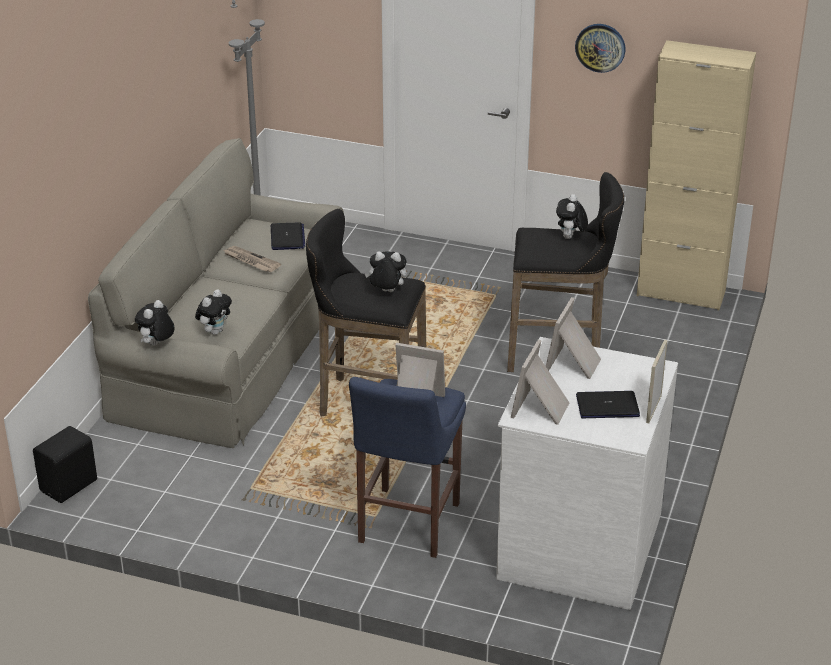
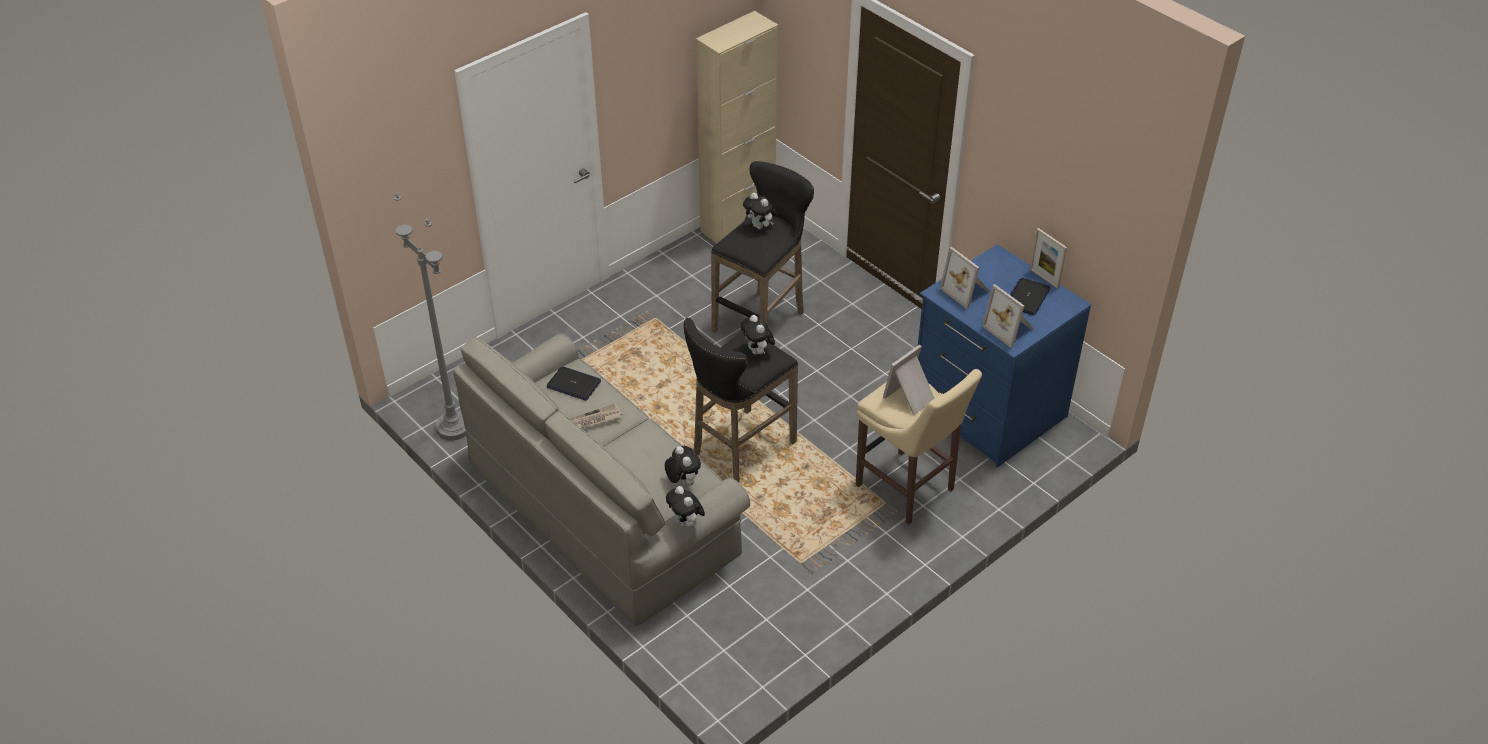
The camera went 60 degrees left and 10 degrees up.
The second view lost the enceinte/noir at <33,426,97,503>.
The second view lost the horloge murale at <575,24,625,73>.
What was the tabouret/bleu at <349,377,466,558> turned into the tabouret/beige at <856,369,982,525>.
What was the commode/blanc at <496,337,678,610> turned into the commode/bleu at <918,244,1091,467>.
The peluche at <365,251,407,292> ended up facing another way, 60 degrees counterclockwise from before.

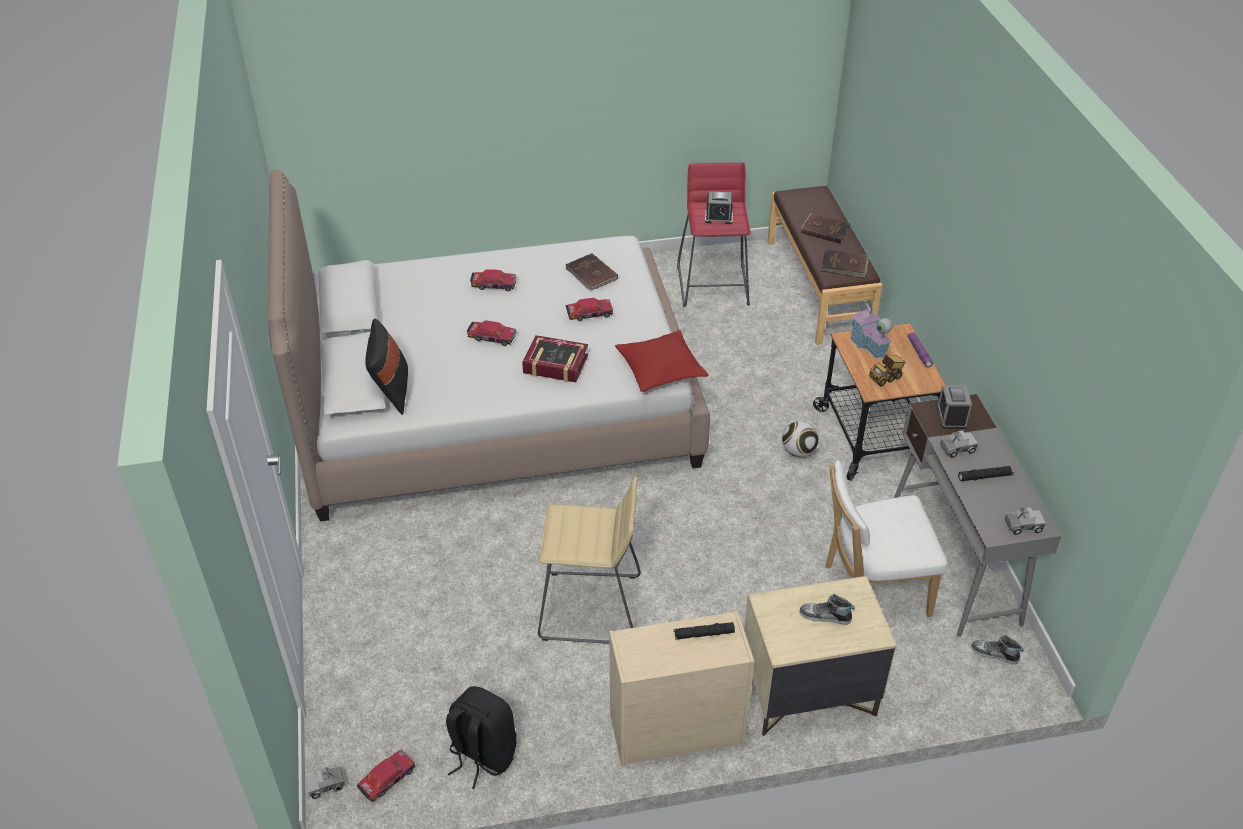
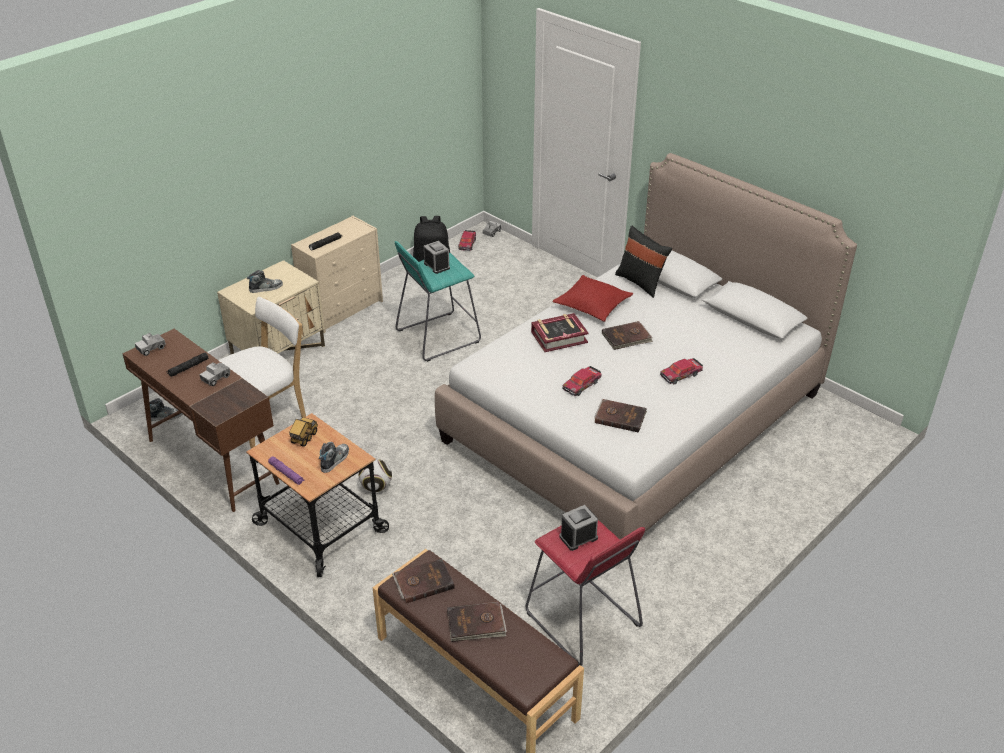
The camera went 145 degrees right and 5 degrees down.
The coussin/rouge ended up elsewhere, having gone from <615,330,709,392> to <552,275,633,322>.
The réveil ended up elsewhere, having gone from <937,385,972,429> to <424,241,450,274>.
Where the petite voiture stood at <467,321,516,346>, the livre/marron came to stand at <602,321,653,350>.
Where the maison miniature stood at <850,303,893,359>, the chaussure came to stand at <319,442,349,473>.
What was the tabouret/beige at <538,476,641,644> turned into the tabouret/turquoise at <395,241,481,362>.
What was the bureau/gris at <894,394,1062,637> turned into the bureau/marron at <123,329,279,512>.

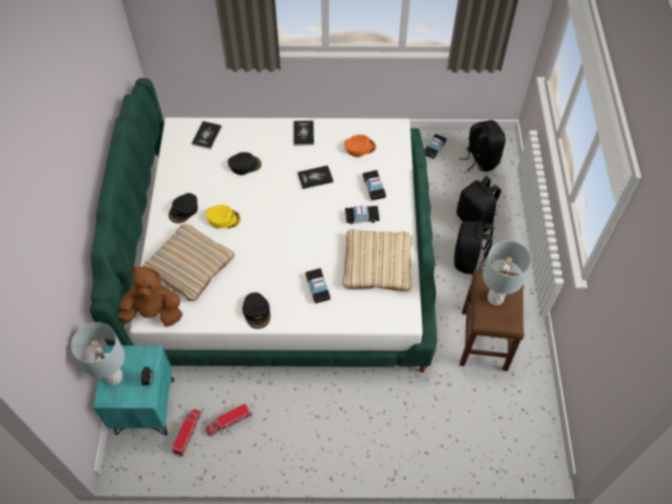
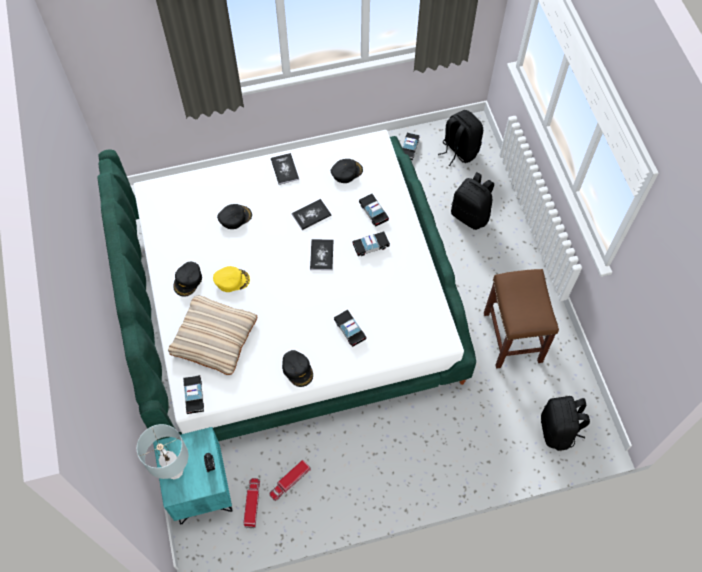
The camera went 15 degrees left and 5 degrees up.
The second view lost the coussin/beige at <343,229,412,291>.
The second view lost the lampe de table/gris at <483,240,531,305>.
The livre ended up elsewhere, having gone from <192,121,222,149> to <310,239,334,271>.
The sac à dos/noir ended up elsewhere, having gone from <454,221,493,274> to <541,396,590,451>.
Where the peluche/marron stood at <118,267,183,327>, the petite voiture came to stand at <183,375,204,414>.
What was the casquette/orange at <344,135,376,157> turned into the casquette/noir at <331,159,363,183>.

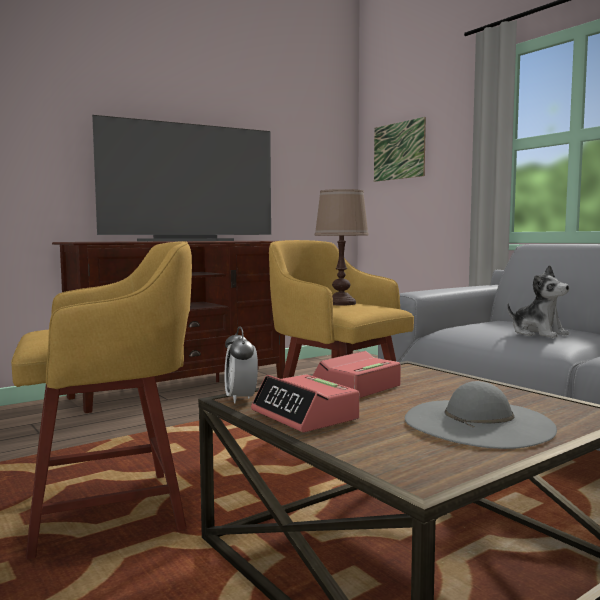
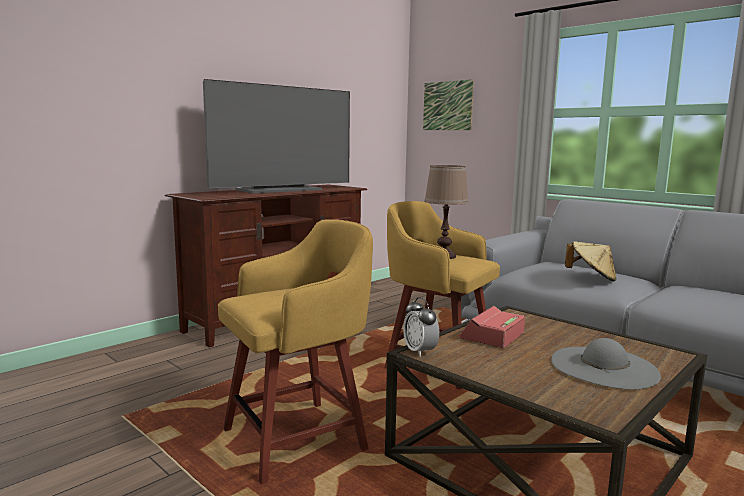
The camera went 10 degrees left and 5 degrees up.
The second view lost the réveil at <251,374,359,432>.
Where the peluche stood at <507,265,569,338>, the chapeau/beige came to stand at <565,241,616,281>.

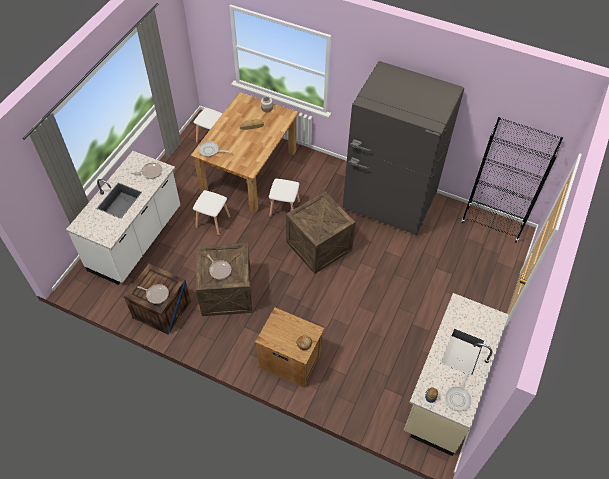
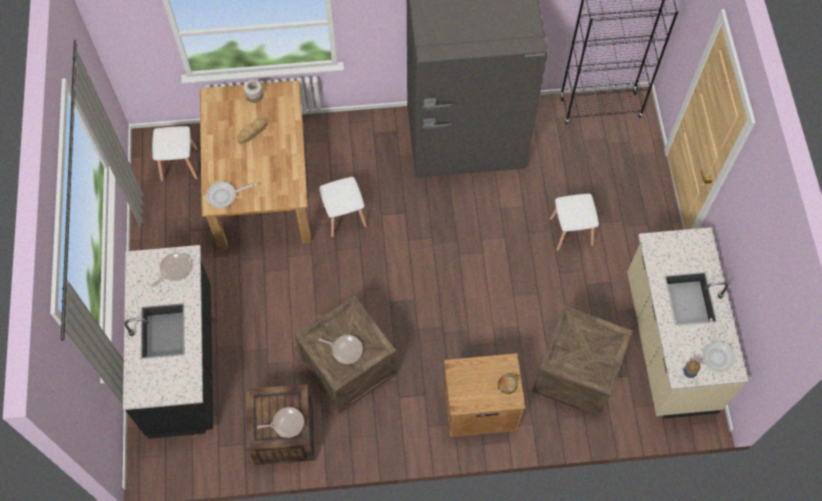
The camera went 30 degrees left and 10 degrees up.
The tabouret/blanc ended up elsewhere, having gone from <193,190,230,236> to <550,194,599,251>.
The caisse ended up elsewhere, having gone from <286,192,356,274> to <532,305,633,417>.
What was the comptoir de cuisine/blanc at <66,151,180,285> turned into the comptoir de cuisine/noir at <123,245,213,439>.

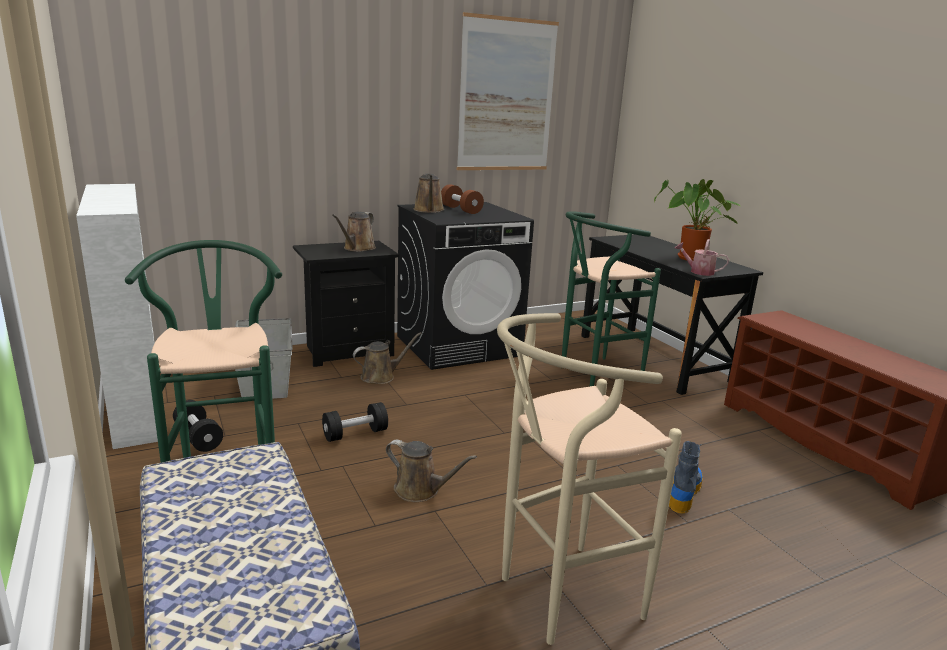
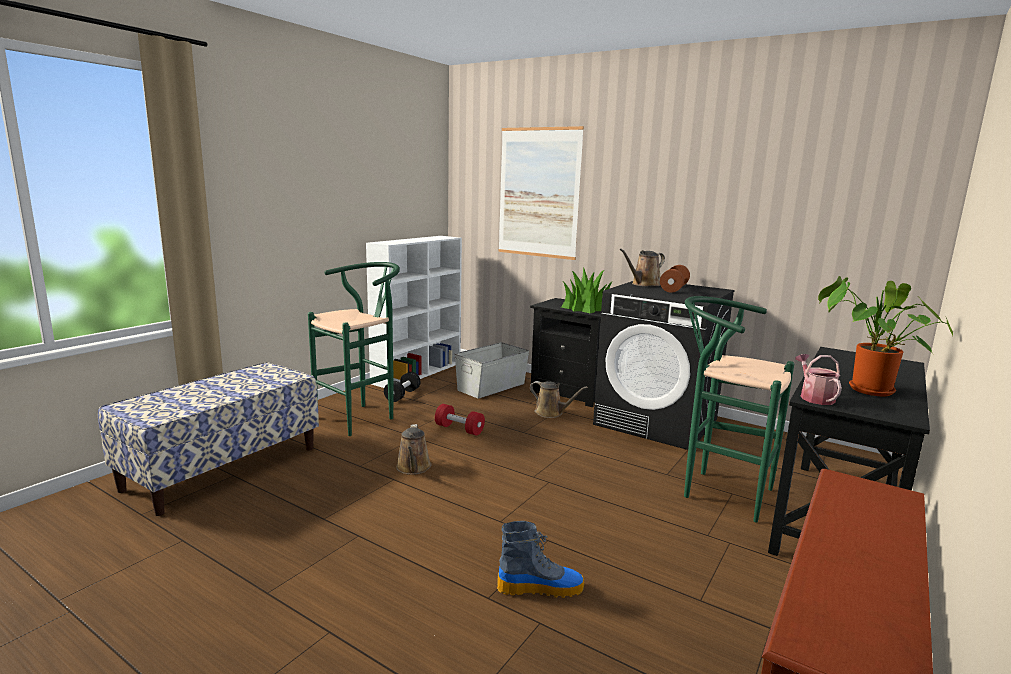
The camera went 60 degrees right and 5 degrees down.
The second view lost the tabouret/beige at <497,313,682,645>.
The tableau ended up elsewhere, having gone from <457,12,559,170> to <498,126,584,260>.
Where the arrosoir/marron stood at <332,212,376,252>, the plante en pot came to stand at <561,267,612,313>.
What was the haltère/noir at <322,402,388,442> turned into the haltère/rouge at <435,404,485,435>.

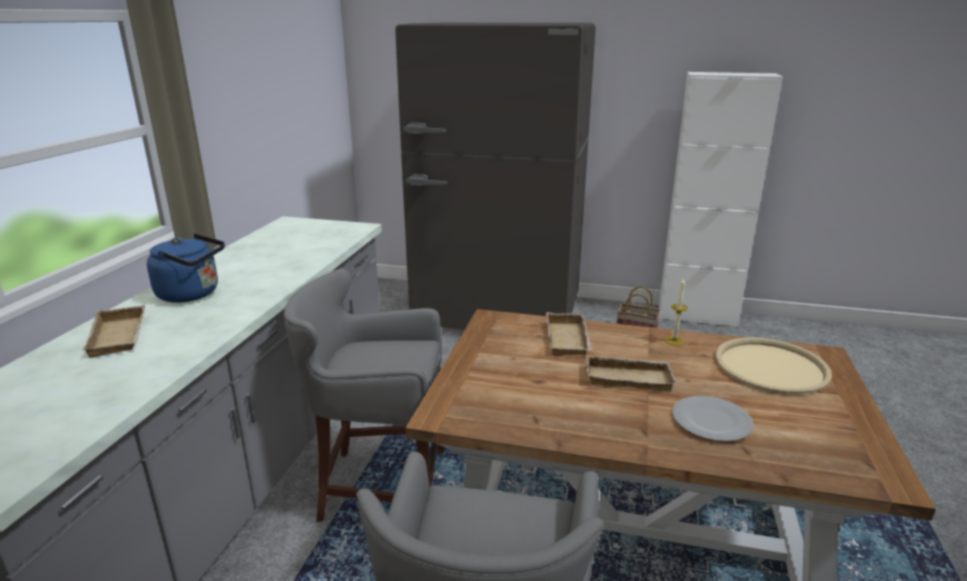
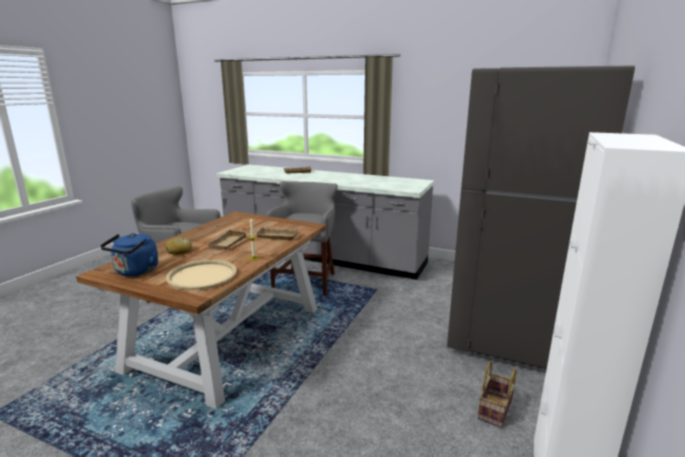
The camera went 100 degrees right and 5 degrees down.
The bouilloire/bleu ended up elsewhere, having gone from <147,234,225,303> to <100,233,158,277>.
Where the assiette stood at <672,396,754,441>, the pain came to stand at <166,237,192,255>.

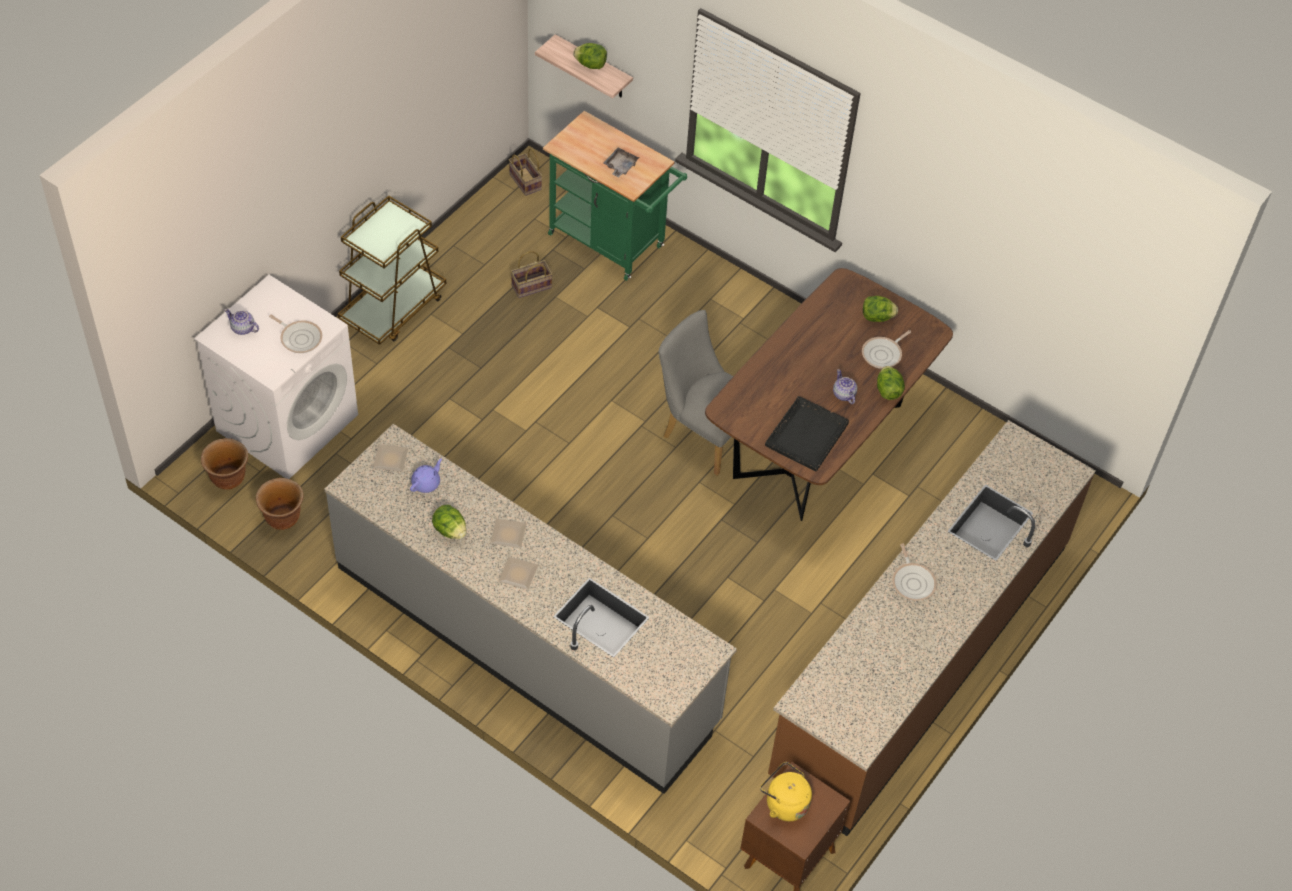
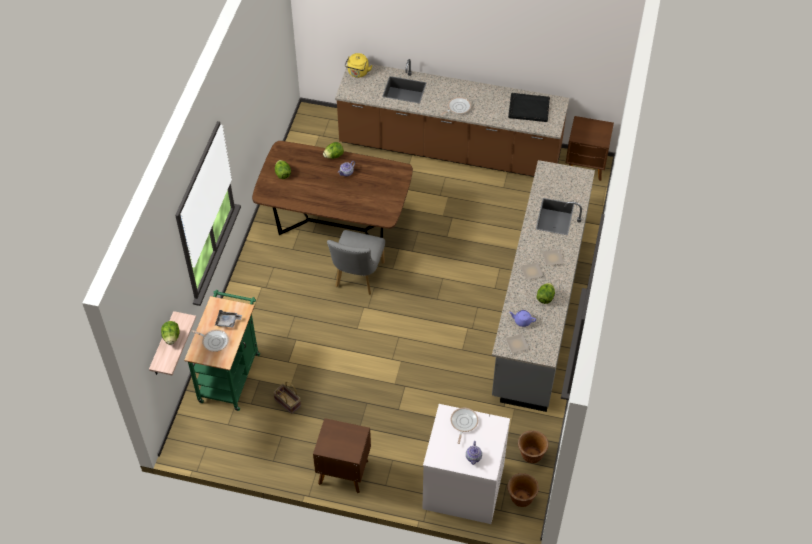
The camera went 110 degrees left and 0 degrees up.
The second view lost the panier at <509,148,542,196>.
The bouilloire/jaune ended up elsewhere, having gone from <760,762,812,821> to <345,53,373,78>.
The plateau/noir ended up elsewhere, having gone from <765,396,849,471> to <508,93,550,122>.
The poêle ended up elsewhere, having gone from <862,330,911,369> to <192,330,229,352>.
Where the chariot/marron stood at <338,196,446,345>, the table de chevet/marron came to stand at <313,418,371,493>.

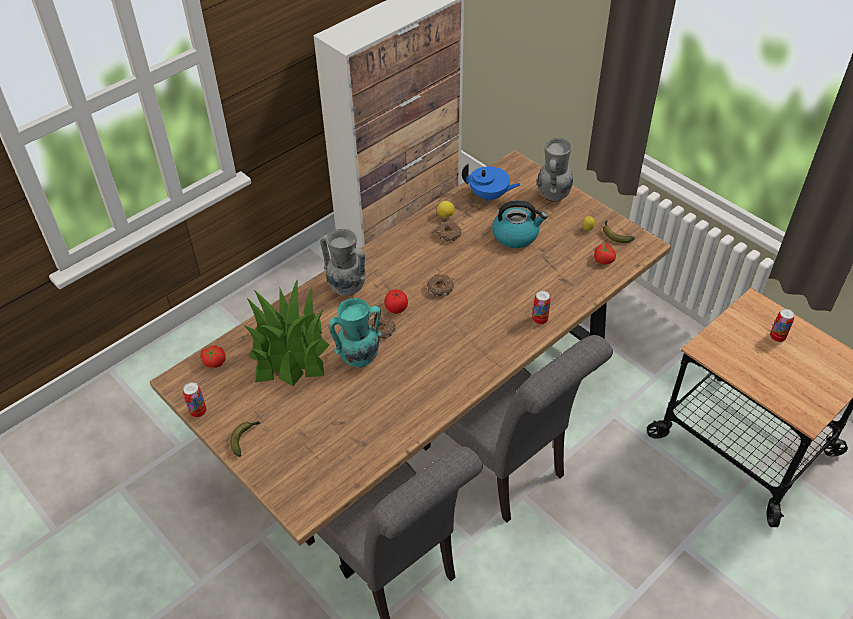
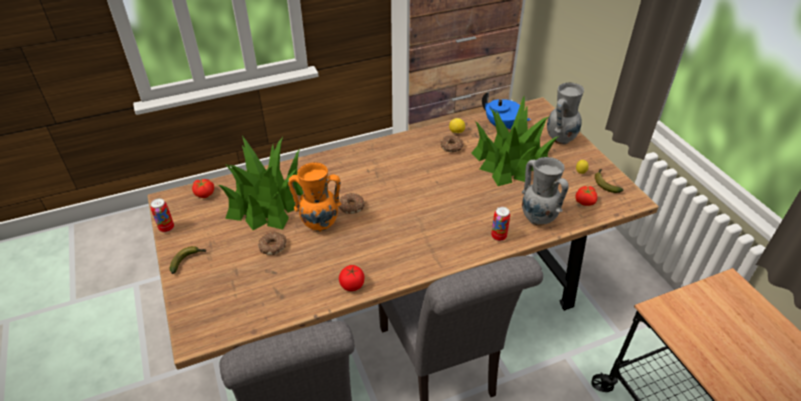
The camera went 20 degrees right and 5 degrees down.
The second view lost the boîte métallique at <770,309,794,342>.
The vase/gris ended up elsewhere, having gone from <320,229,367,297> to <522,157,569,226>.
The tomate ended up elsewhere, having gone from <384,289,408,314> to <339,265,364,291>.
The beignet ended up elsewhere, having gone from <427,274,454,297> to <258,232,287,255>.
Where the bouilloire stood at <492,200,548,248>, the plante en pot came to stand at <471,96,559,186>.
What was the vase/turquoise at <329,298,381,368> turned into the vase/orange at <288,163,341,232>.

